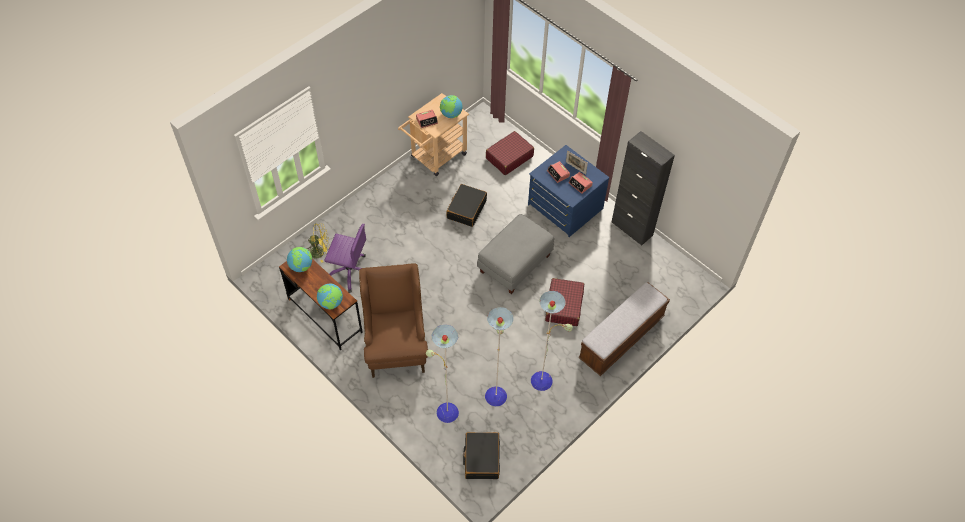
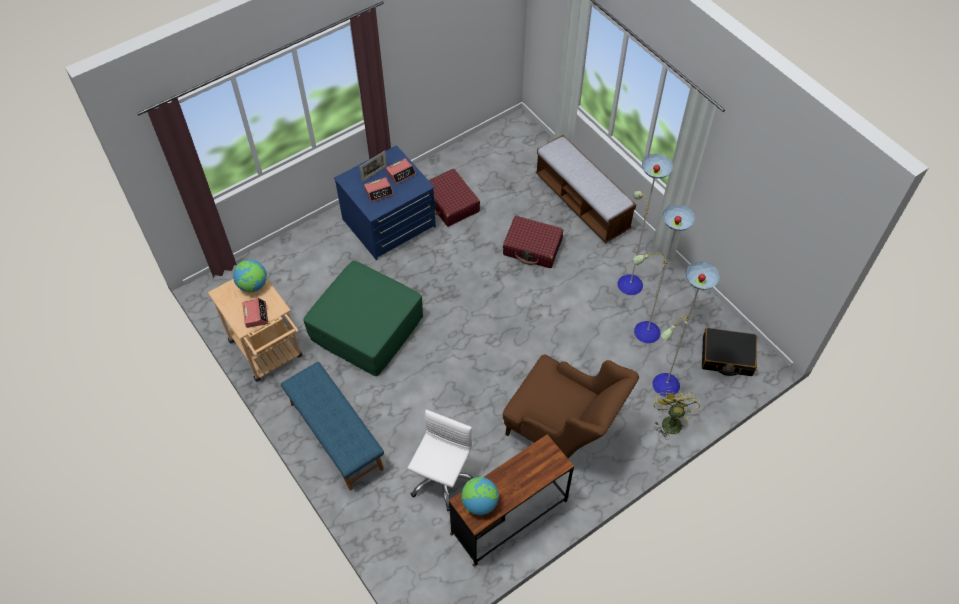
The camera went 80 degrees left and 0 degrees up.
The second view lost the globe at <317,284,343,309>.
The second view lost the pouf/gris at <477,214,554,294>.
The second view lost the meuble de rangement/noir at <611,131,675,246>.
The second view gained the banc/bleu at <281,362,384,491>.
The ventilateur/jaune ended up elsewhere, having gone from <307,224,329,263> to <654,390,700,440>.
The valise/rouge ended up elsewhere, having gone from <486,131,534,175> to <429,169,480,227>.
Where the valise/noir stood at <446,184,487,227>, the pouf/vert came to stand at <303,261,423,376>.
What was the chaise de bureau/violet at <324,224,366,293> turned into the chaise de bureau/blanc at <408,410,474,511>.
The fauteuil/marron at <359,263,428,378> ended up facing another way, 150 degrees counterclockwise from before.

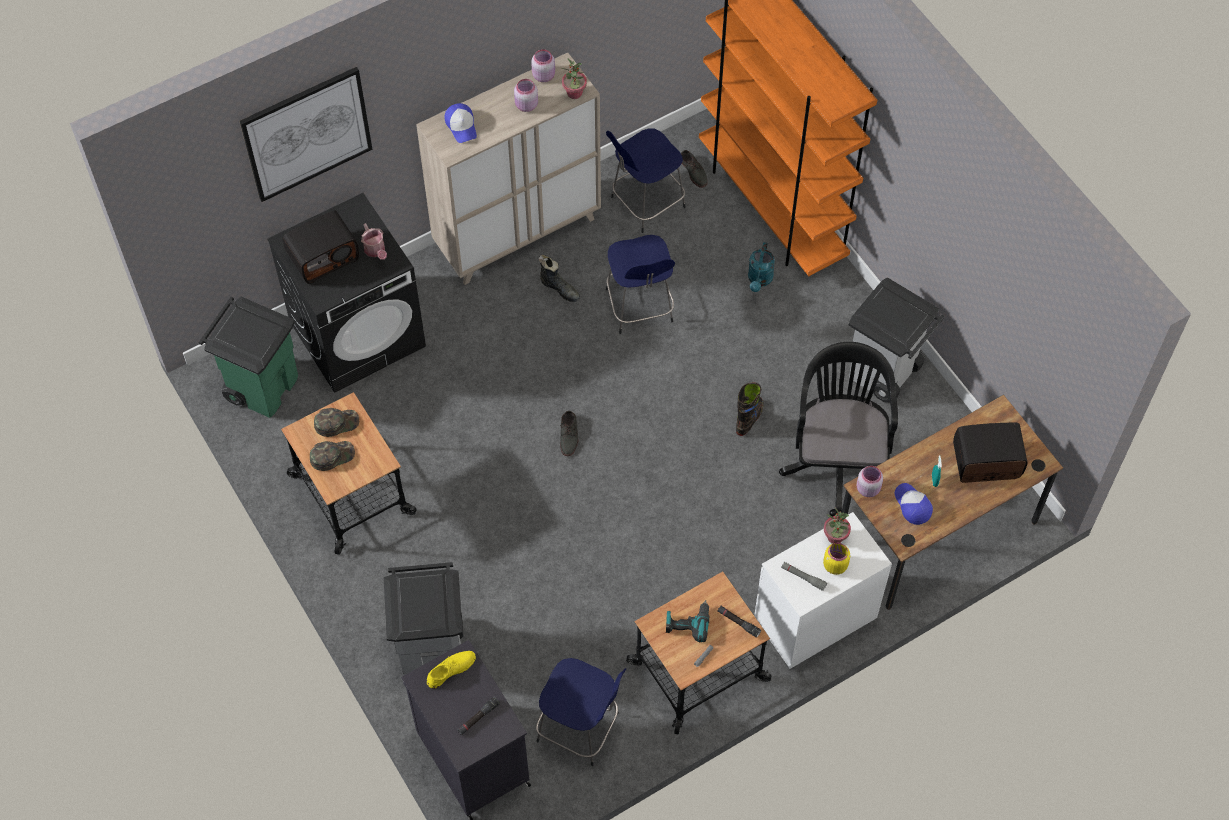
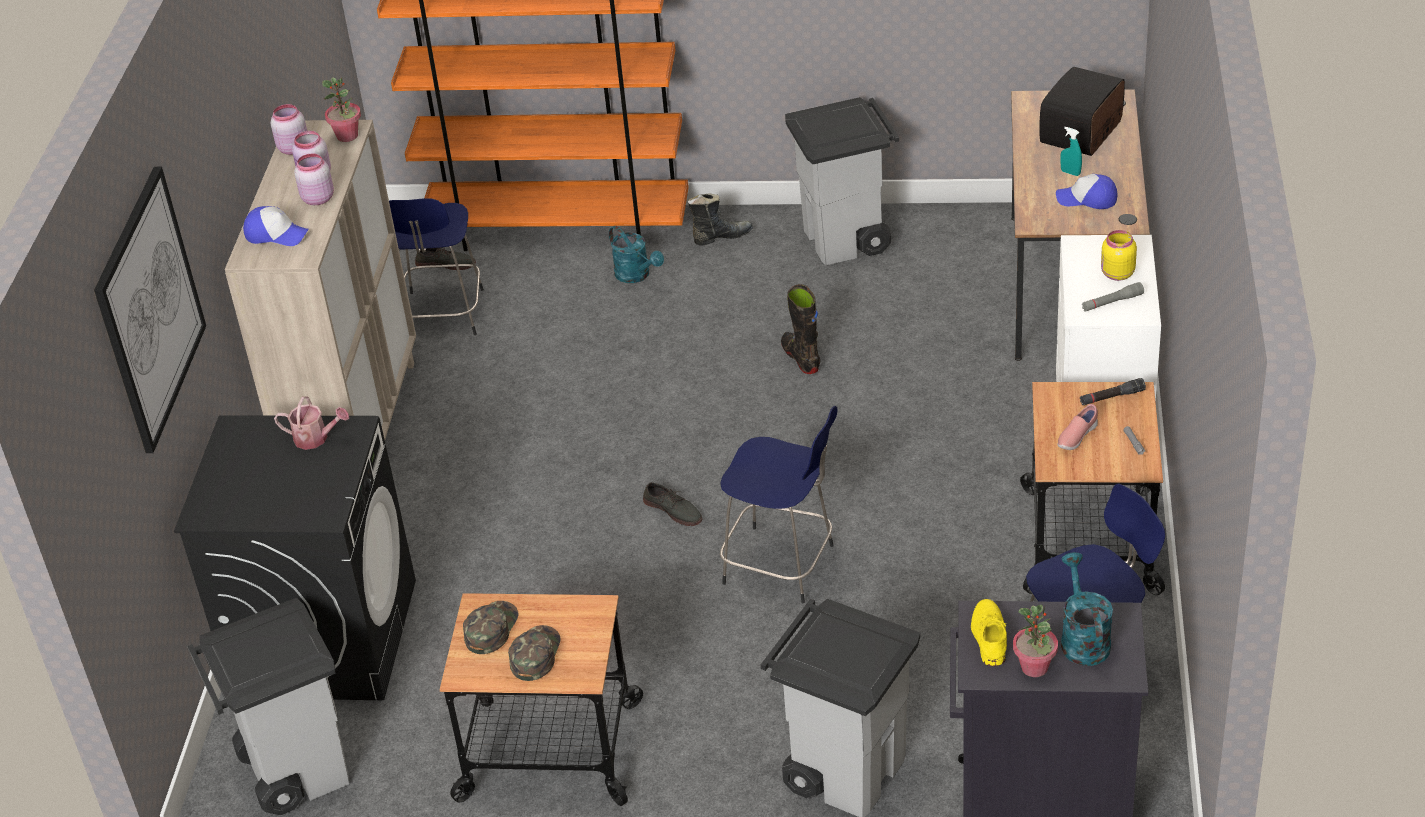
The camera went 50 degrees left and 20 degrees down.
The second view lost the radio at <283,211,359,284>.
The second view lost the chaise de bureau/noir at <779,342,898,516>.
The botte/noir ended up elsewhere, having gone from <538,255,580,302> to <688,193,753,246>.
The tabouret/bleu ended up elsewhere, having gone from <606,235,675,334> to <720,406,838,603>.
The plante en pot ended up elsewhere, having gone from <824,508,851,544> to <1013,605,1058,677>.
The bocal/rose ended up elsewhere, having gone from <857,466,883,497> to <294,153,334,205>.
Where the lampe de poche/noir stood at <457,697,500,735>, the arrosoir/turquoise came to stand at <1061,552,1113,666>.
Where the perceuse stood at <666,600,710,642>, the chaussure/rose came to stand at <1057,404,1098,450>.
What was the poubelle/vert at <199,297,298,418> turned into the poubelle/gris at <187,598,349,815>.

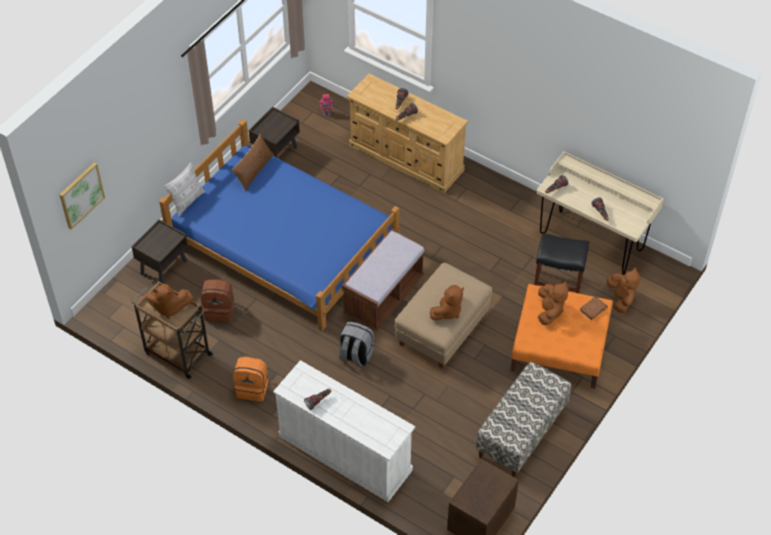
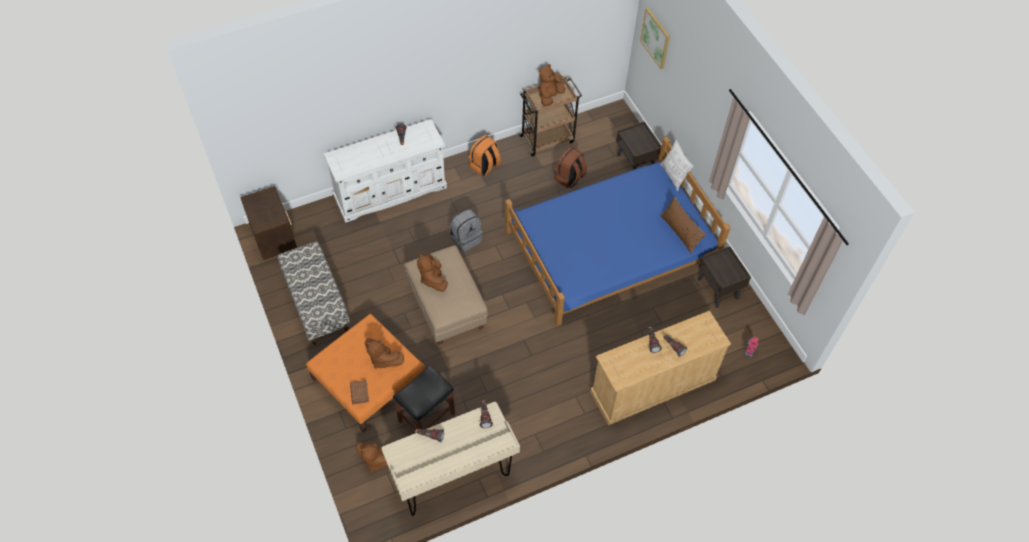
The camera went 120 degrees right and 5 degrees up.
The second view lost the banc/marron at <342,229,425,331>.

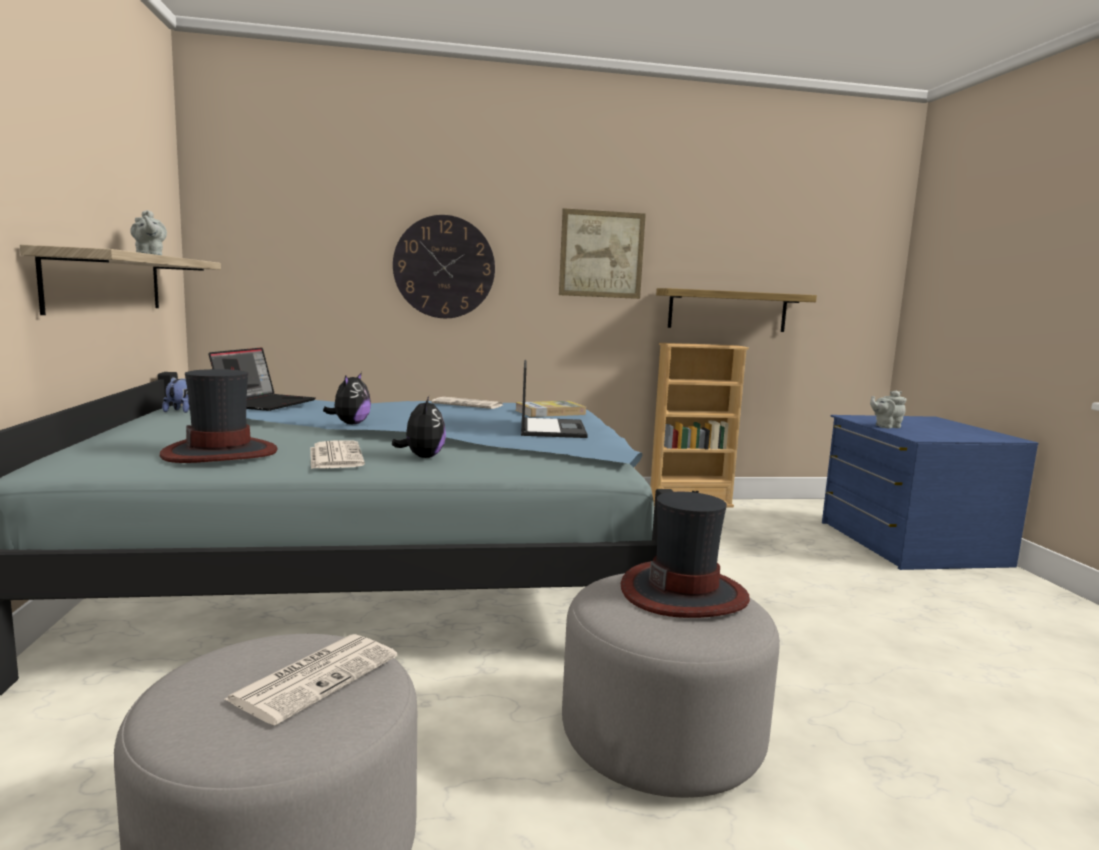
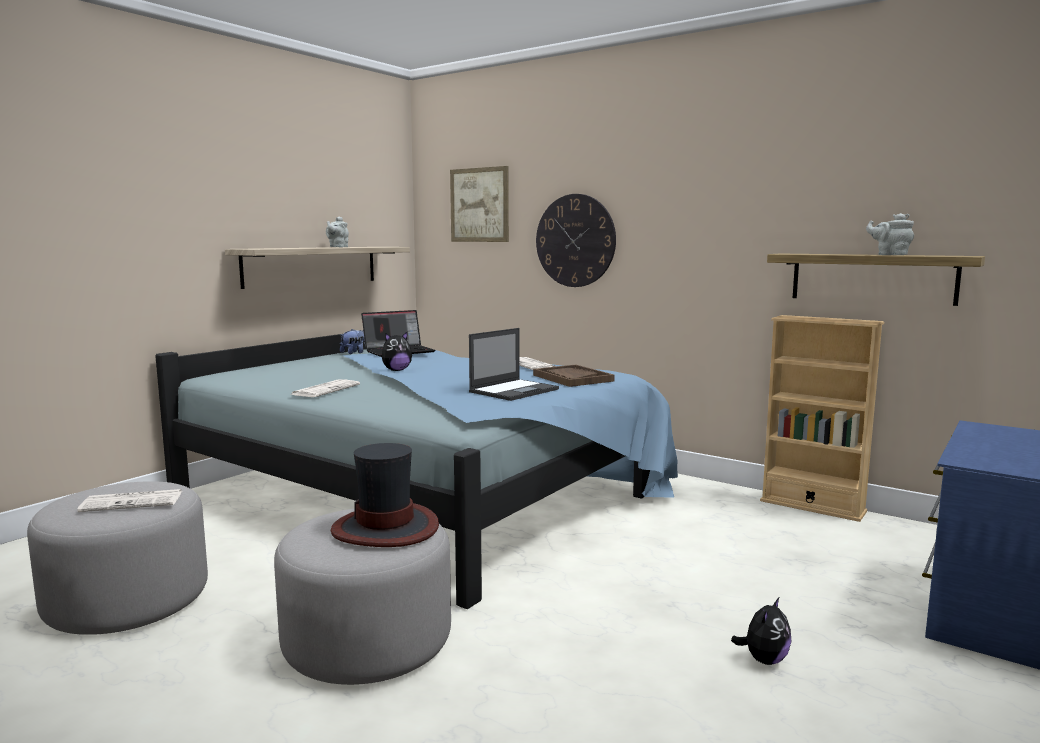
The camera went 45 degrees right and 0 degrees up.
The second view lost the chapeau at <160,369,277,463>.
The peluche ended up elsewhere, having gone from <392,396,446,458> to <731,597,791,665>.
The tableau ended up elsewhere, having gone from <559,208,646,299> to <450,166,509,242>.
The théière/gris ended up elsewhere, having gone from <870,390,907,428> to <866,213,914,255>.
Where the livre stood at <515,401,586,417>, the plateau/marron came to stand at <533,365,615,387>.

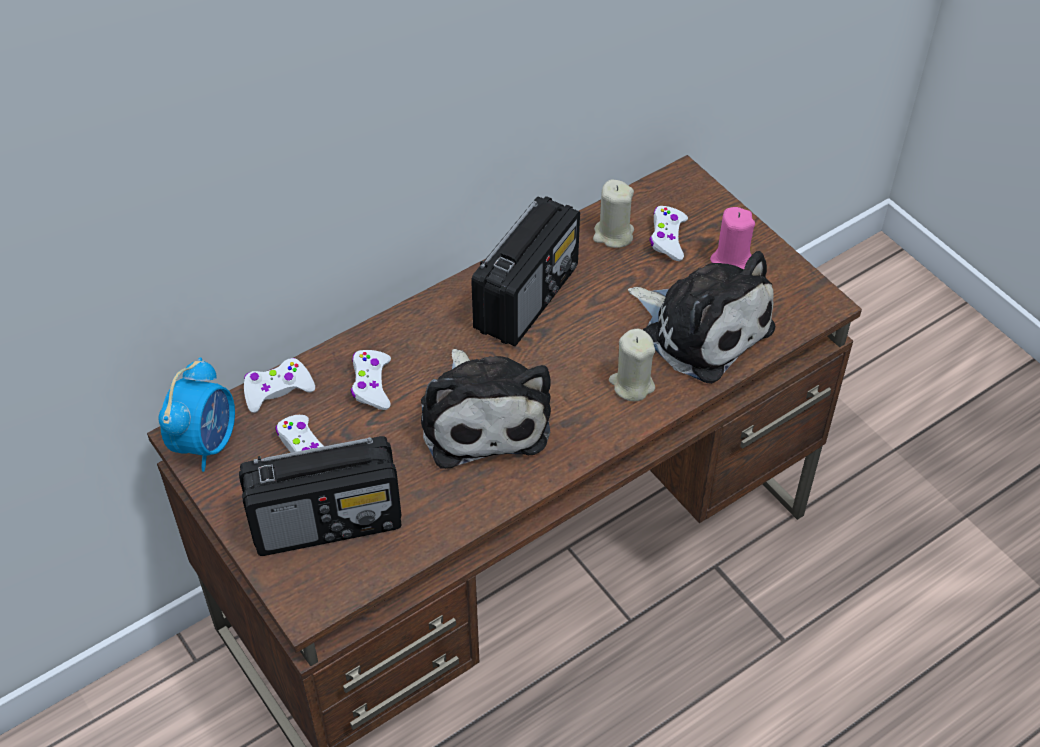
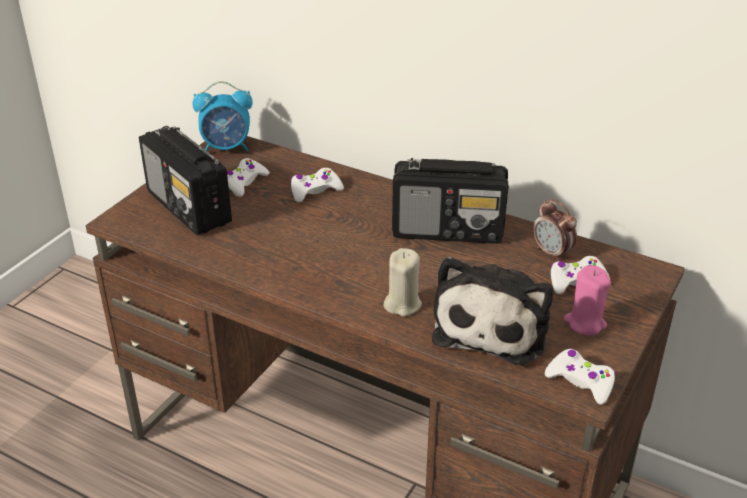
The camera went 65 degrees right and 15 degrees down.
The second view lost the peluche at <421,349,551,469>.
The manette/blanc ended up elsewhere, having gone from <244,358,315,413> to <545,349,615,405>.
Where the bougie/beige stood at <593,180,634,248>, the réveil came to stand at <533,199,577,261>.

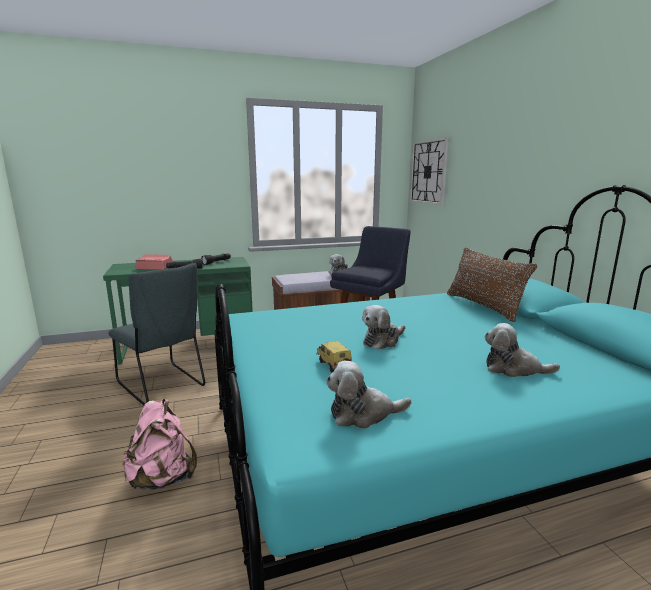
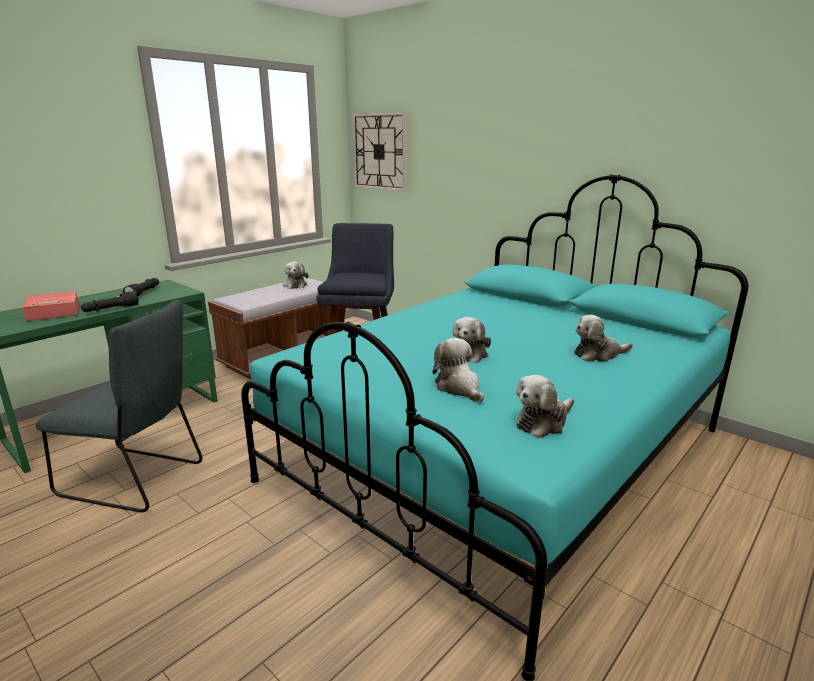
The camera went 30 degrees left and 5 degrees up.
The second view lost the sac à dos/rose at <122,399,197,489>.
The second view lost the coussin/marron at <447,247,537,322>.
Where the petite voiture stood at <317,341,352,372>, the peluche came to stand at <433,338,484,403>.

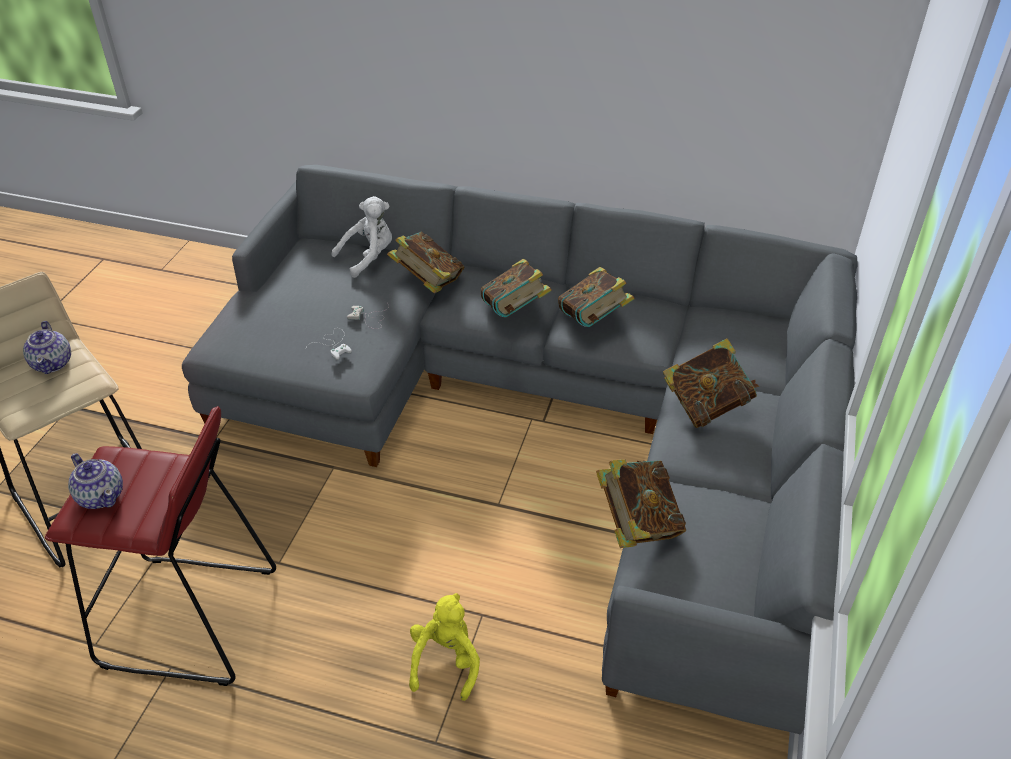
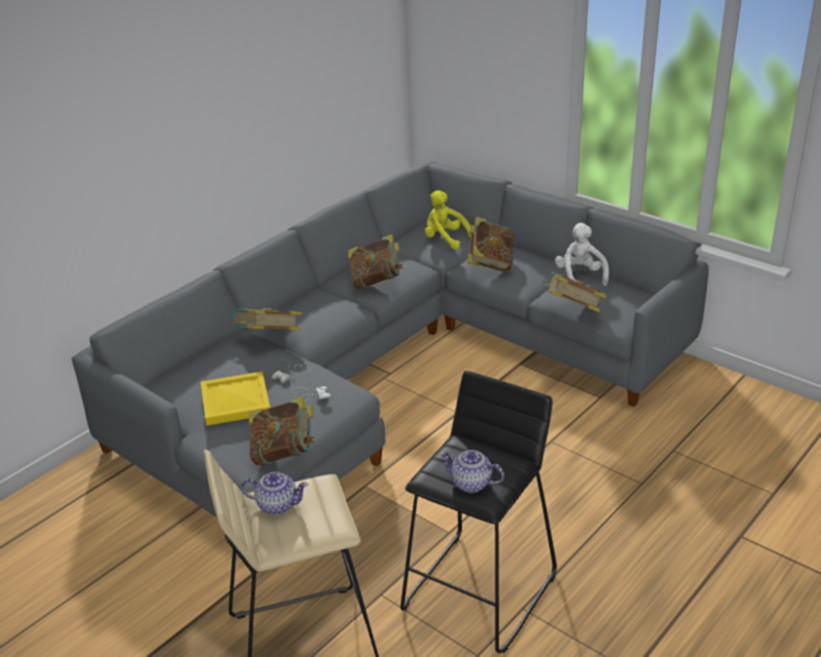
The camera went 65 degrees left and 10 degrees down.
The second view gained the plateau/jaune at <201,372,270,426>.
The peluche/blanc ended up elsewhere, having gone from <332,196,392,278> to <555,223,609,286>.
The peluche/jaune ended up elsewhere, having gone from <409,593,480,701> to <425,191,471,249>.
The livre ended up elsewhere, having gone from <481,258,552,318> to <249,396,314,466>.
What was the tabouret/rouge at <45,406,276,686> turned into the tabouret/noir at <400,371,557,653>.
The théière at <68,453,123,509> ended up facing another way, 135 degrees counterclockwise from before.

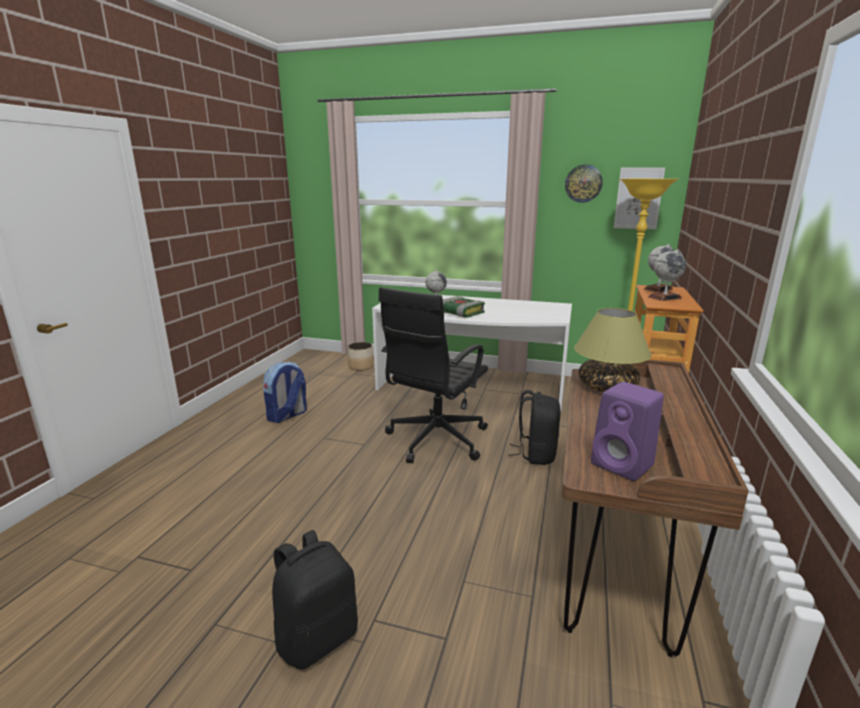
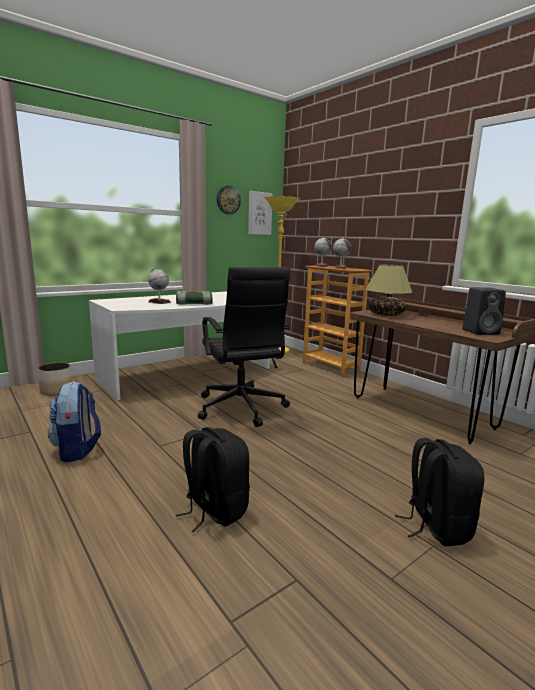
The camera went 55 degrees left and 5 degrees down.
The sac à dos/noir ended up elsewhere, having gone from <509,390,561,465> to <176,427,250,533>.
What was the enceinte/violet at <591,382,664,481> turned into the enceinte/noir at <462,287,506,335>.

